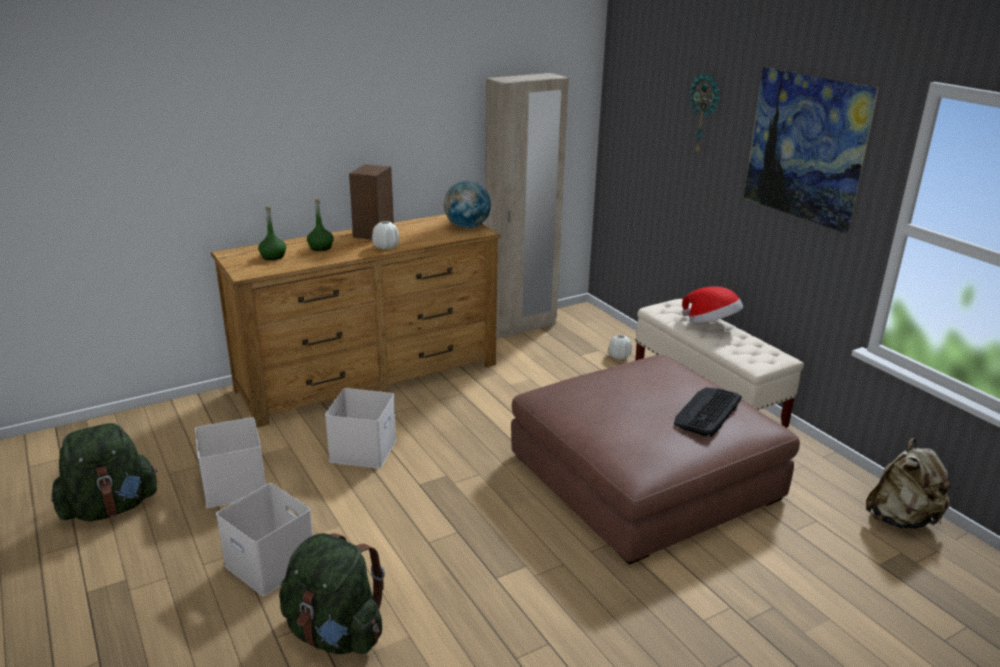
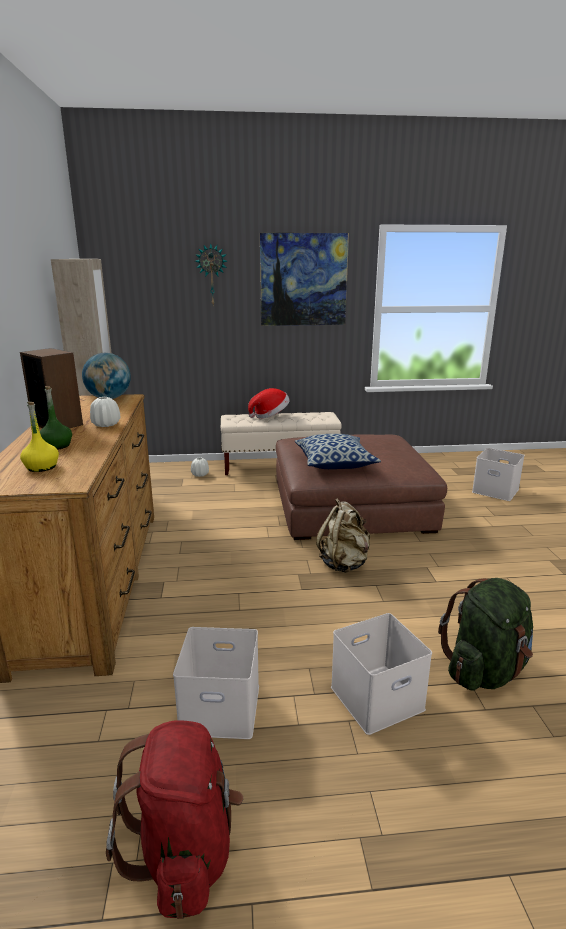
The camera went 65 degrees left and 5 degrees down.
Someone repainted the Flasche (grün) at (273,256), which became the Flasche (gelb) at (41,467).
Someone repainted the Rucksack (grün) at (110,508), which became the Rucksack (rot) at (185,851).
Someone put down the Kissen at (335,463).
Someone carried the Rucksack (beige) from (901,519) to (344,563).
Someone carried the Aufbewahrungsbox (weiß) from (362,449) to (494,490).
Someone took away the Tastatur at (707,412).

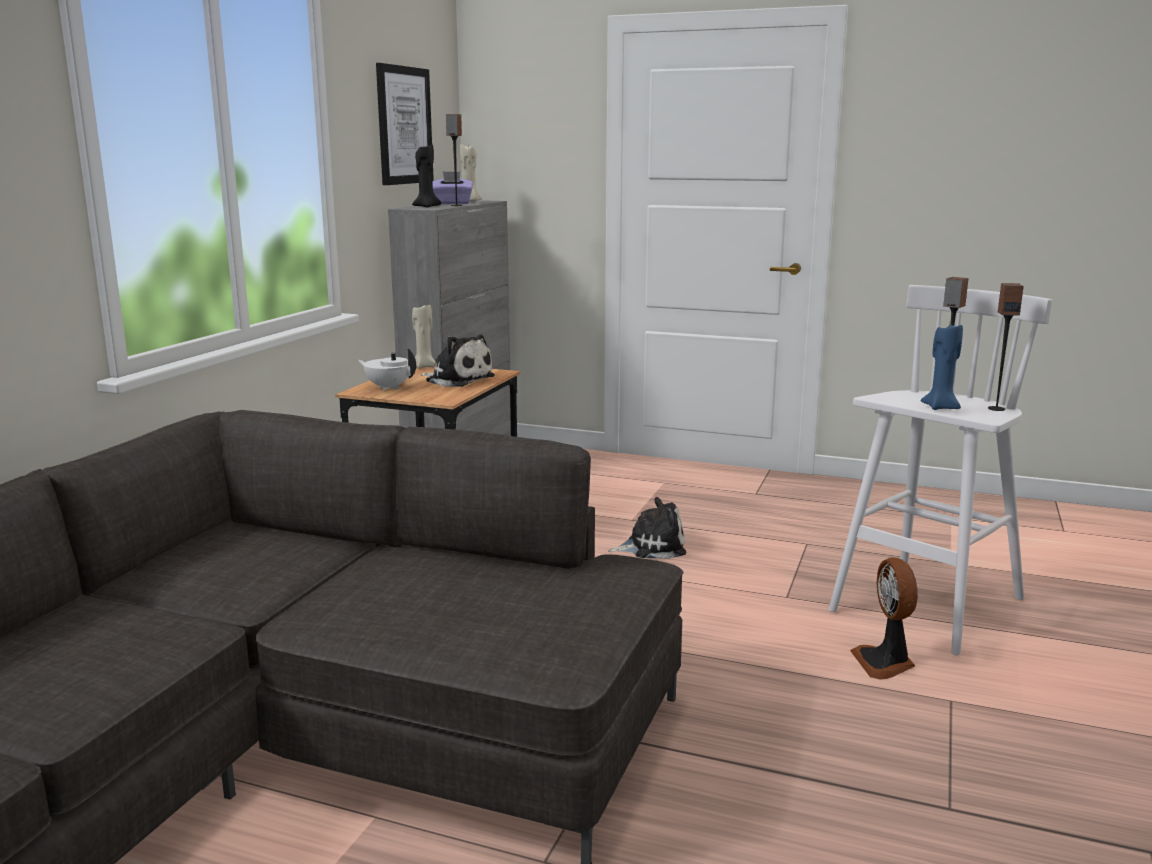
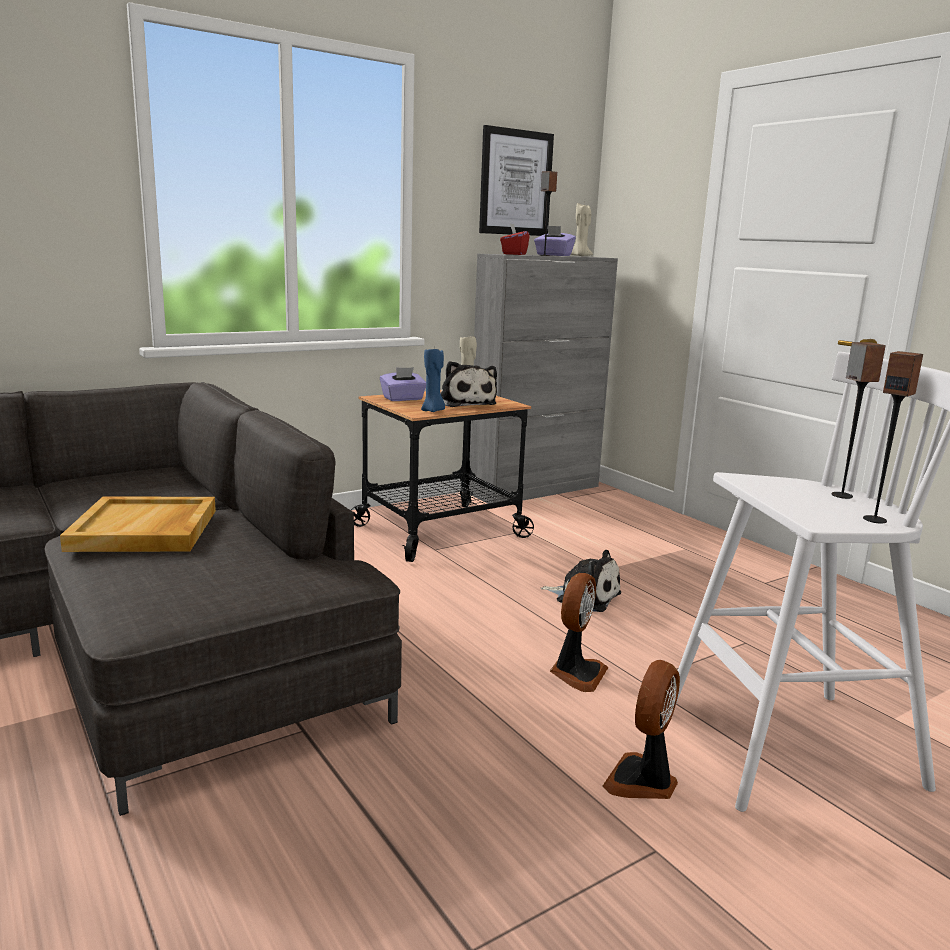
The camera went 35 degrees right and 0 degrees up.
Someone put down the Tablett (beige) at (145,530).
Someone swapped the Teekanne (weiß) at (388,387) for the Taschentuchbox (lila) at (403,399).
Someone carried the Kerze (blau) from (940,407) to (433,411).
Someone swapped the Kerze (schwarz) at (426,207) for the Taschentuchbox (rot) at (514,254).
Someone put down the Ventilator at (576,673).

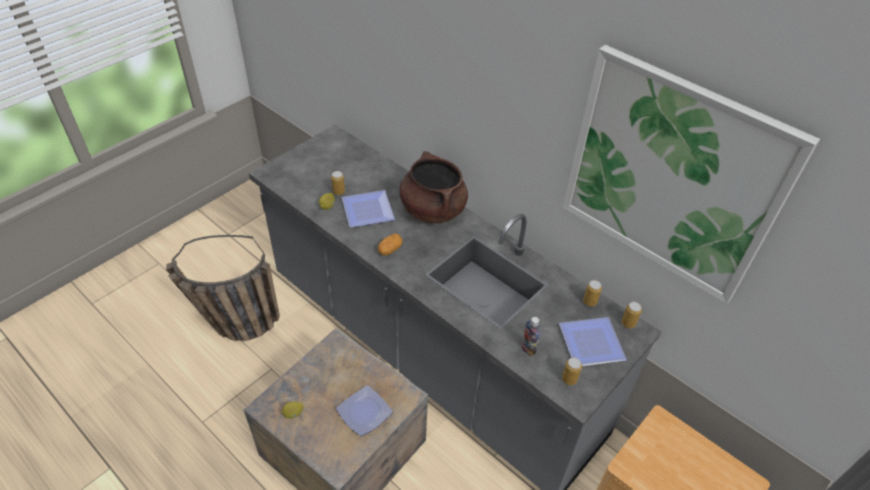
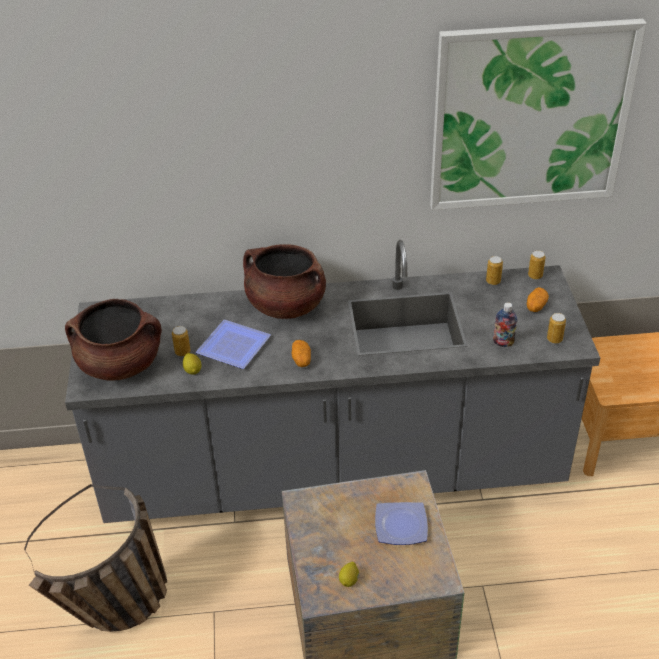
The camera went 45 degrees left and 5 degrees down.
Someone put down the Kochtopf (braun) at (121,364).
Someone swapped the Teller at (593,345) for the Kartoffel at (536,306).

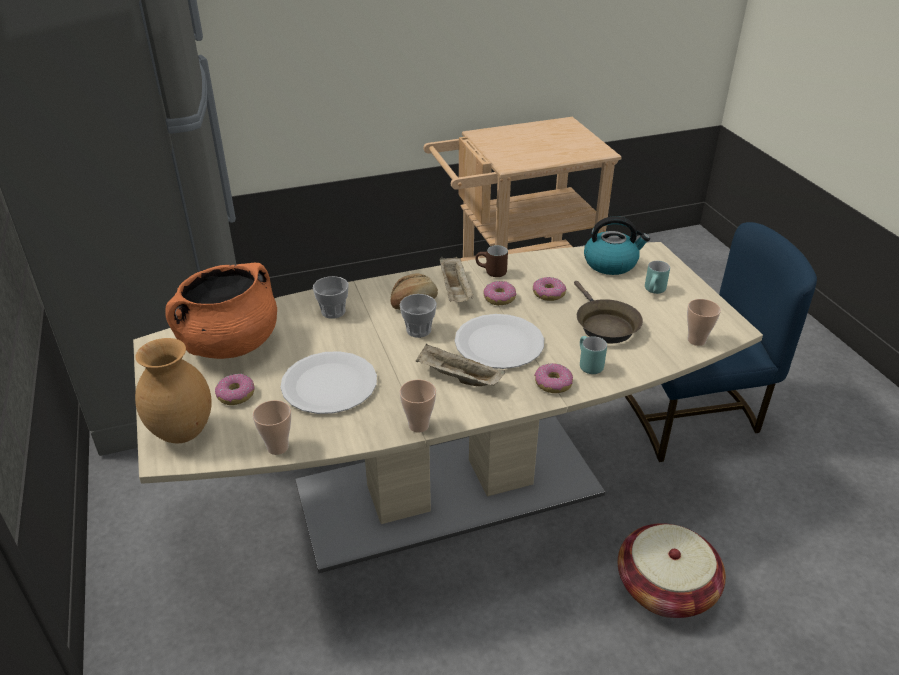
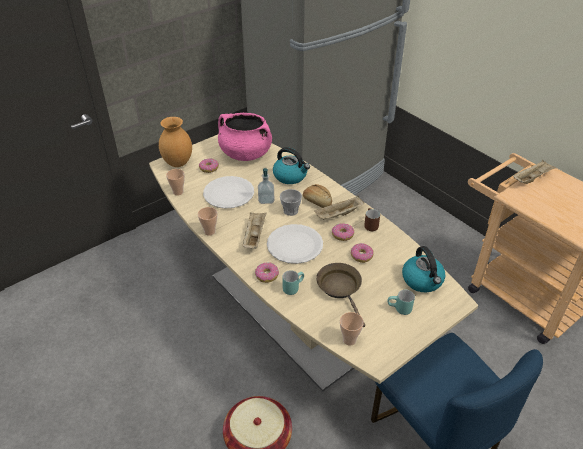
The camera went 70 degrees right and 5 degrees up.
Someone repainted the Kochtopf (orange) at (230,344), which became the Kochtopf (rosa) at (245,154).
Someone put down the Seifenspender at (266,200).
Someone swapped the Tasse at (333,311) for the Wasserkessel at (290,176).
Someone rotated the Pfanne (braun) at (604,325) by 105 degrees clockwise.
Someone put down the Tablett (beige) at (531,178).

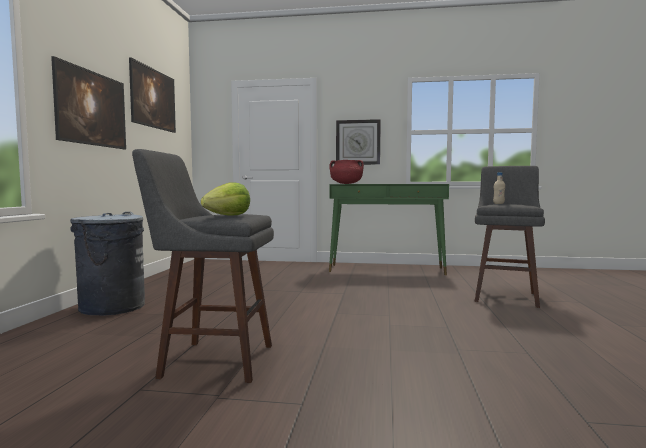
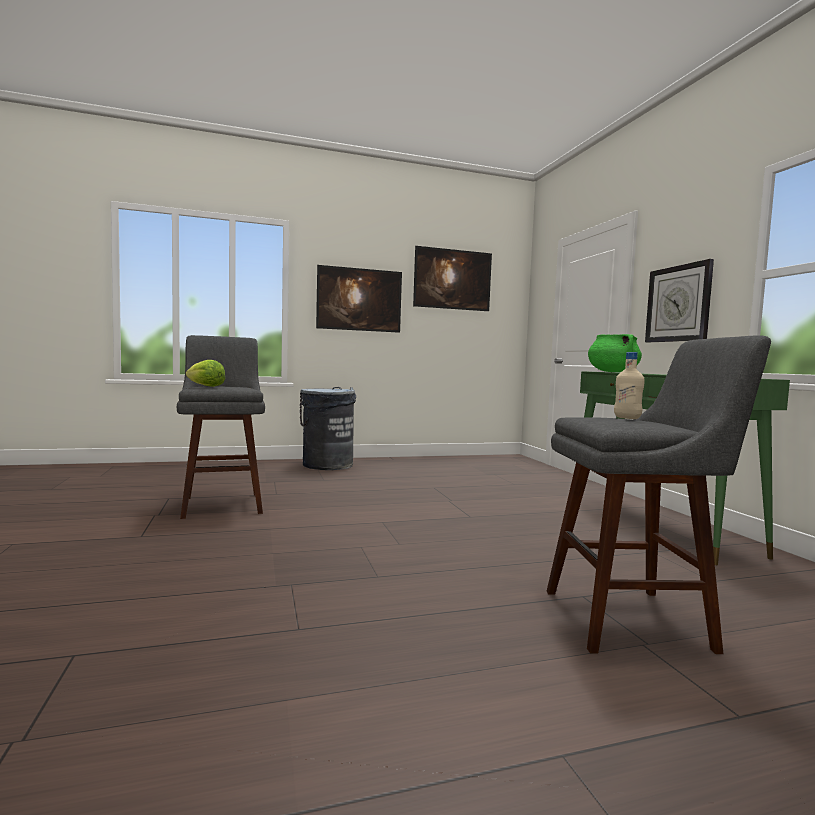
The camera went 65 degrees right and 0 degrees up.
Someone repainted the Kochtopf (rot) at (346,183), which became the Kochtopf (grün) at (612,372).

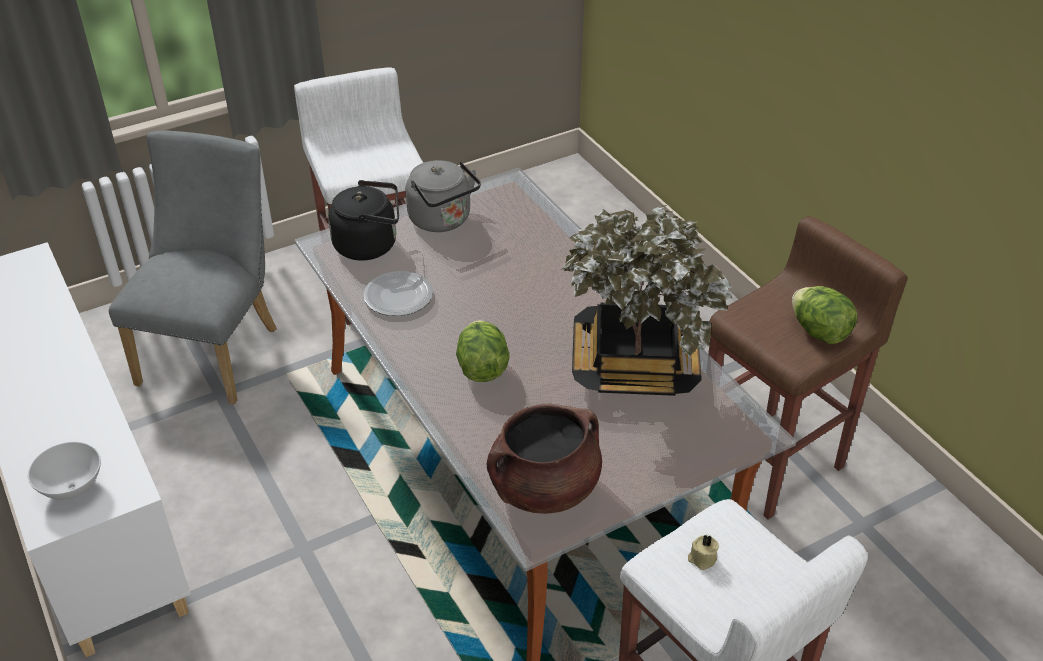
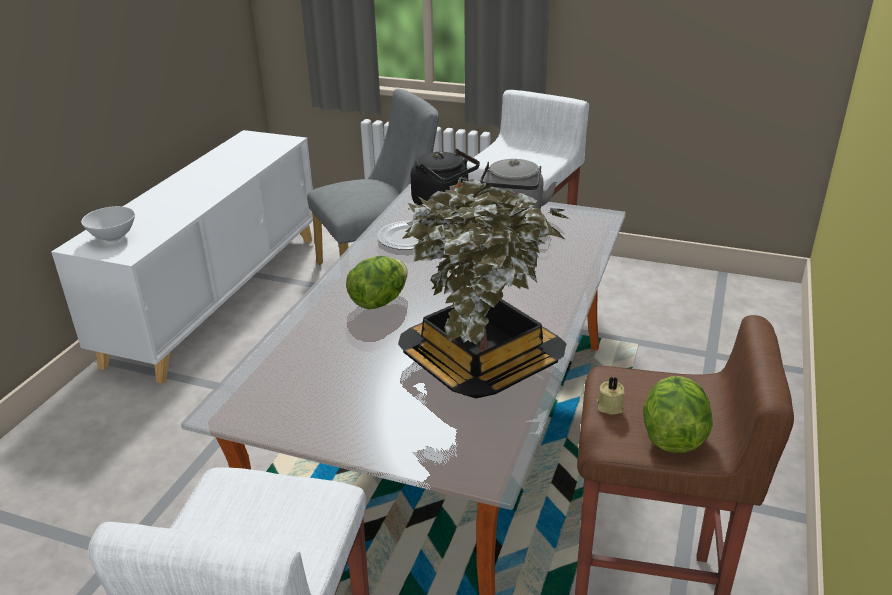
The camera went 50 degrees right and 10 degrees down.
Someone carried the Kerze (beige) from (702,559) to (609,406).
Someone took away the Kochtopf (braun) at (544,489).

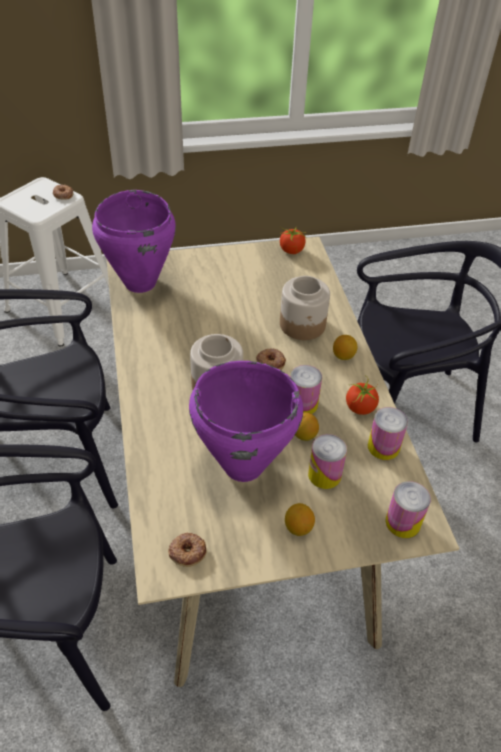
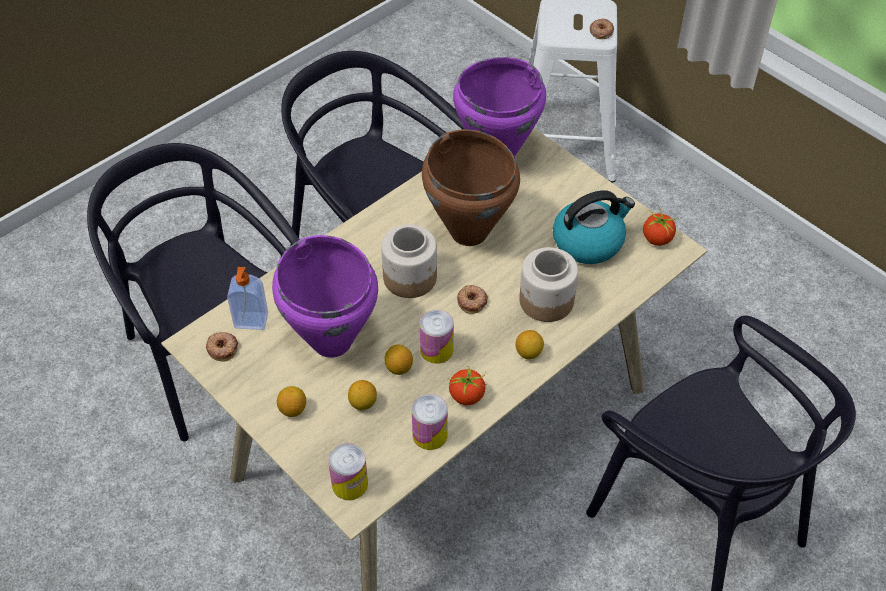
The camera went 60 degrees right and 5 degrees up.
Someone put down the Seifenspender at (251,321).
Someone swapped the Dose at (324,475) for the Zitrone at (363,403).
Someone put down the Kochtopf (braun) at (469,231).
Someone put down the Wasserkessel at (589,241).

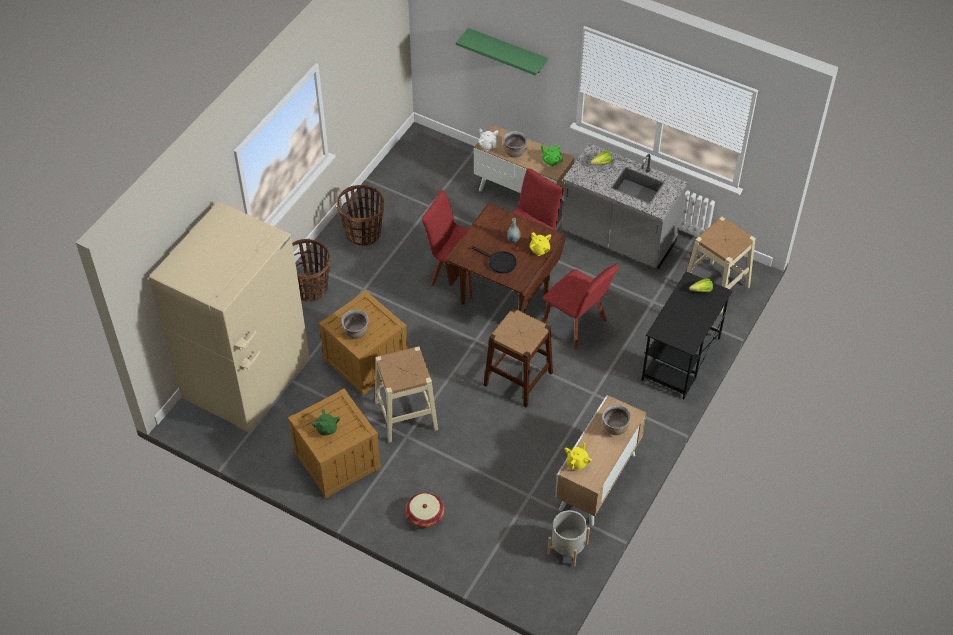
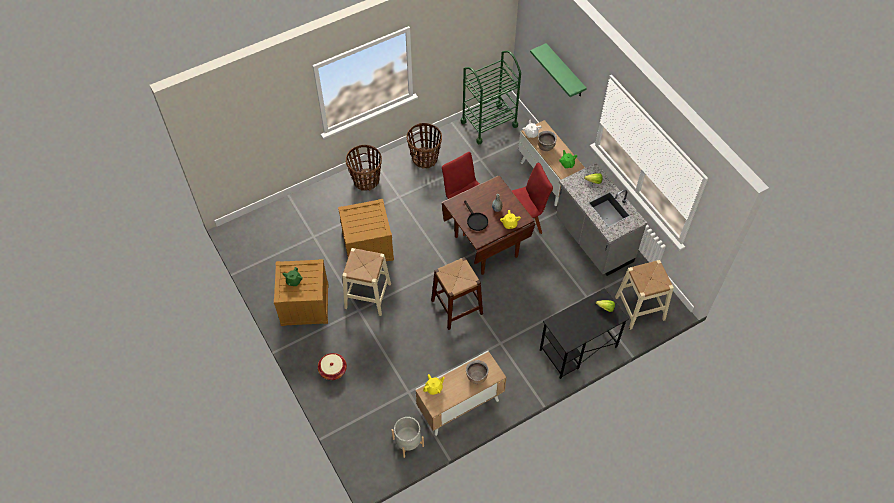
The camera went 30 degrees right and 5 degrees up.
Someone put down the Rollwagen (grün) at (489,123).
Someone took away the Kühlschrank (beige) at (247,381).
Someone took away the Kochtopf (braun) at (356,332).
Someone took away the Stuhl (rot) at (576,325).

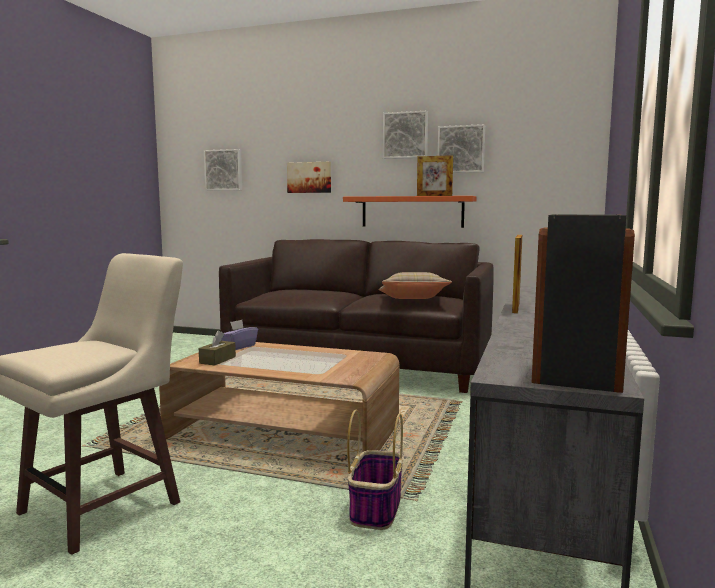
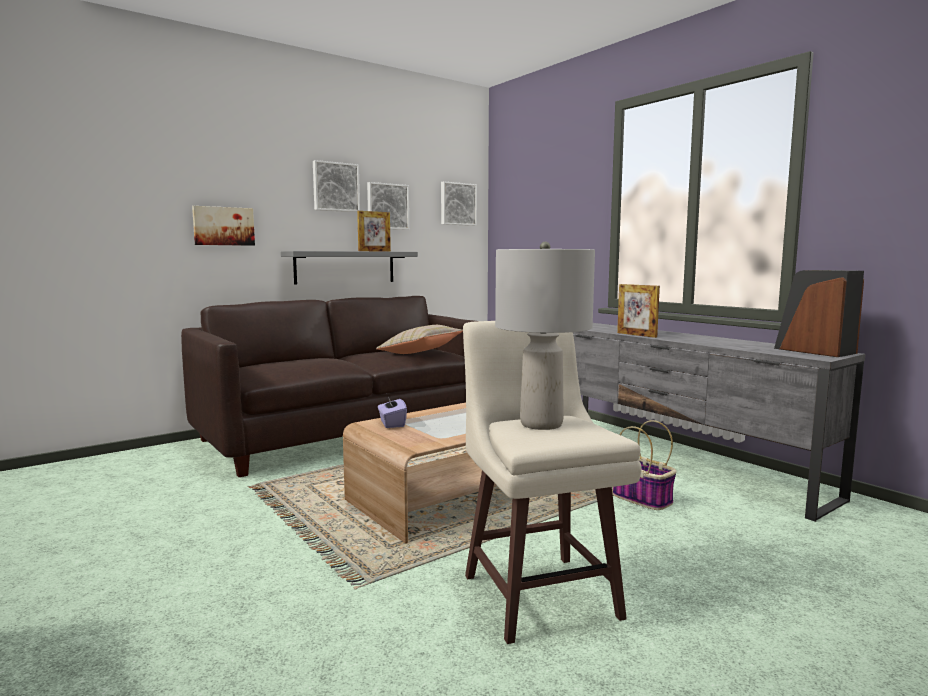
The camera went 55 degrees left and 0 degrees up.
Someone repainted the Wandregal (orange) at (412,211), which became the Wandregal (grau) at (345,267).
Someone carried the Bild from (224,170) to (457,204).
Someone put down the Tischlampe (grau) at (540,424).
Someone took away the Taschentuchbox (braun) at (217,360).

